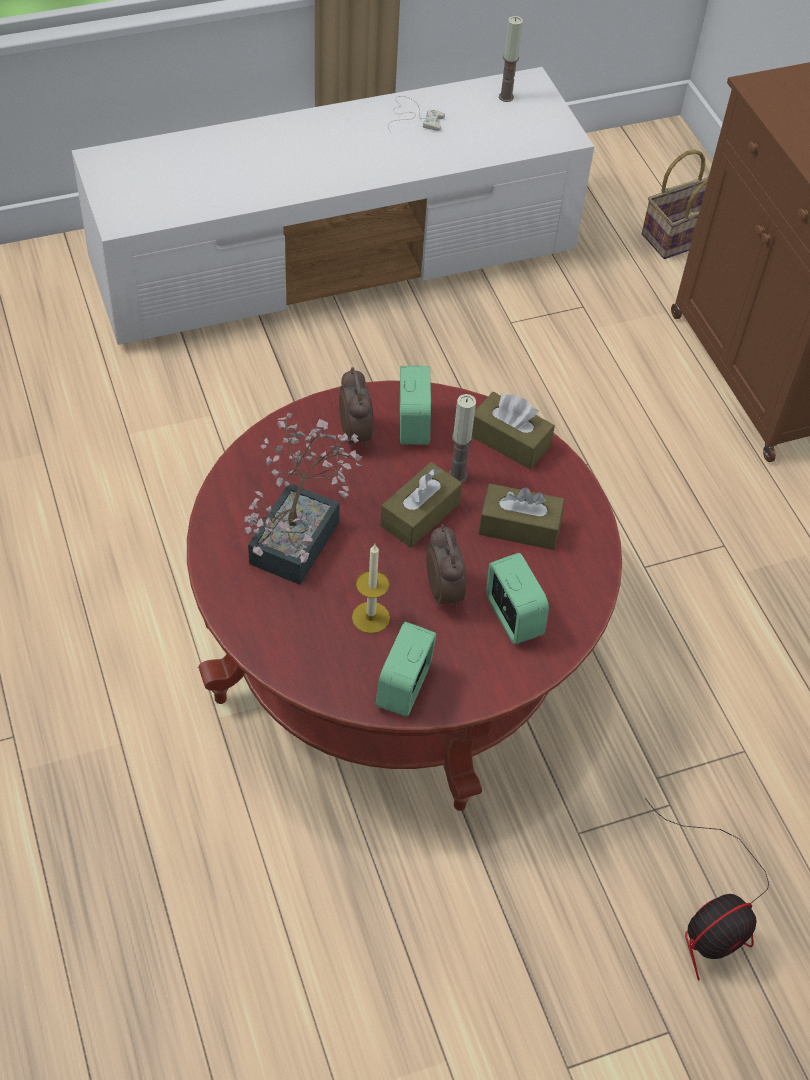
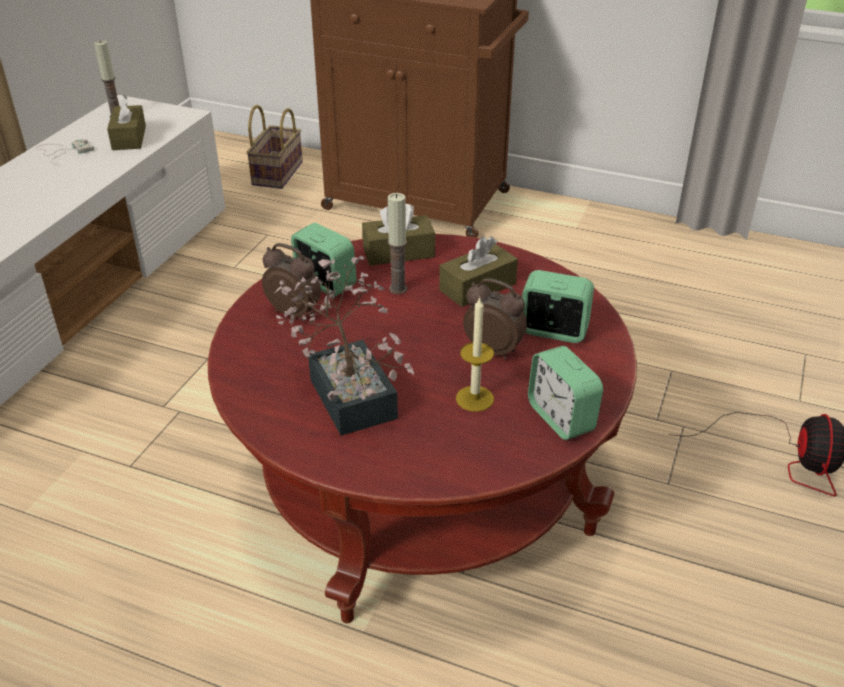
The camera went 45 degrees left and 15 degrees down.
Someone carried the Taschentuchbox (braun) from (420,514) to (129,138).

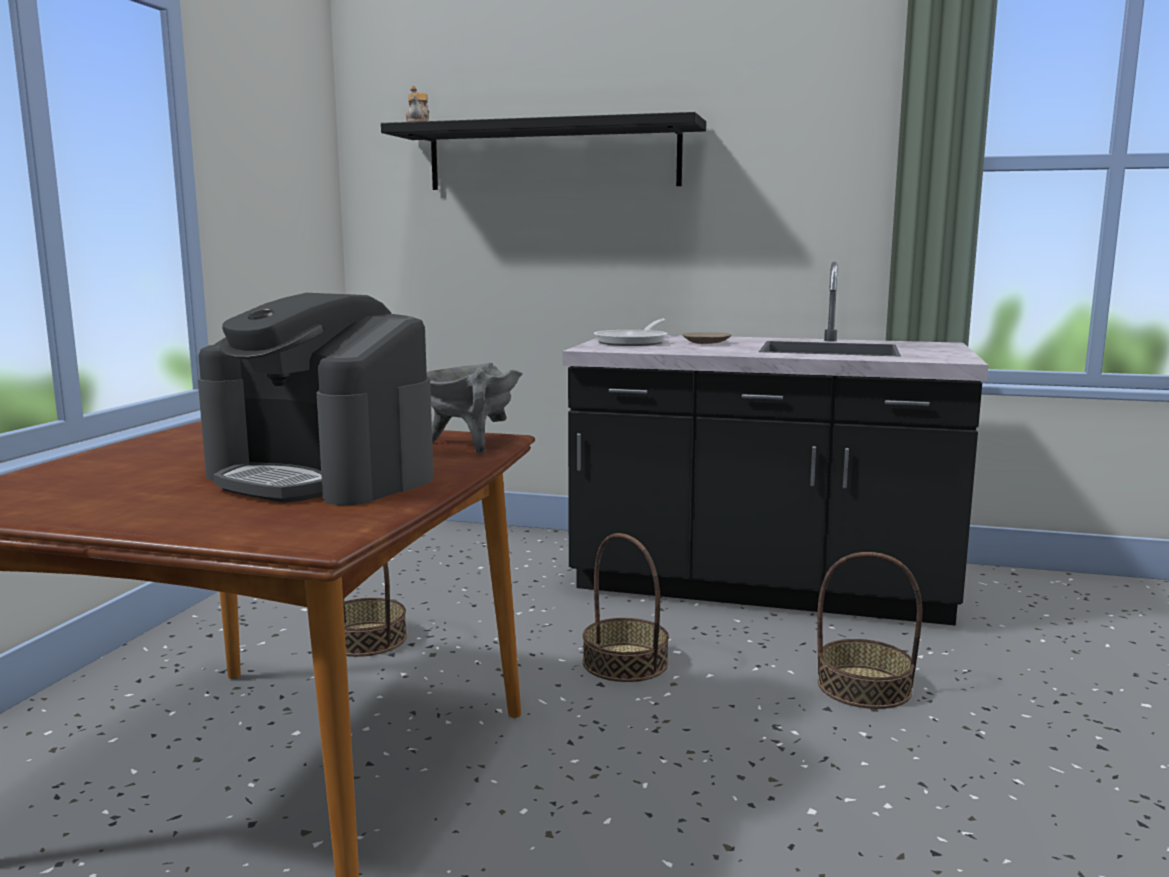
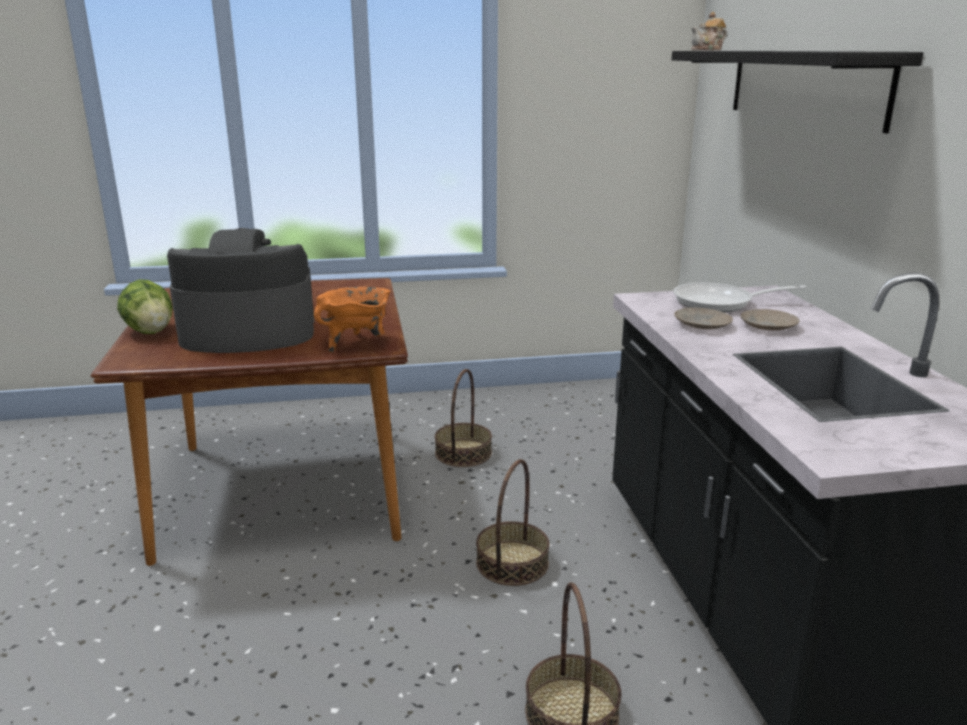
The camera went 65 degrees right and 10 degrees up.
Someone put down the Salatkopf at (150,331).
Someone rotated the Kaffeemaschine at (323,477) by 75 degrees clockwise.
Someone repainted the Kochtopf (grau) at (469,444), which became the Kochtopf (orange) at (356,344).
Someone put down the Teller (beige) at (701,324).

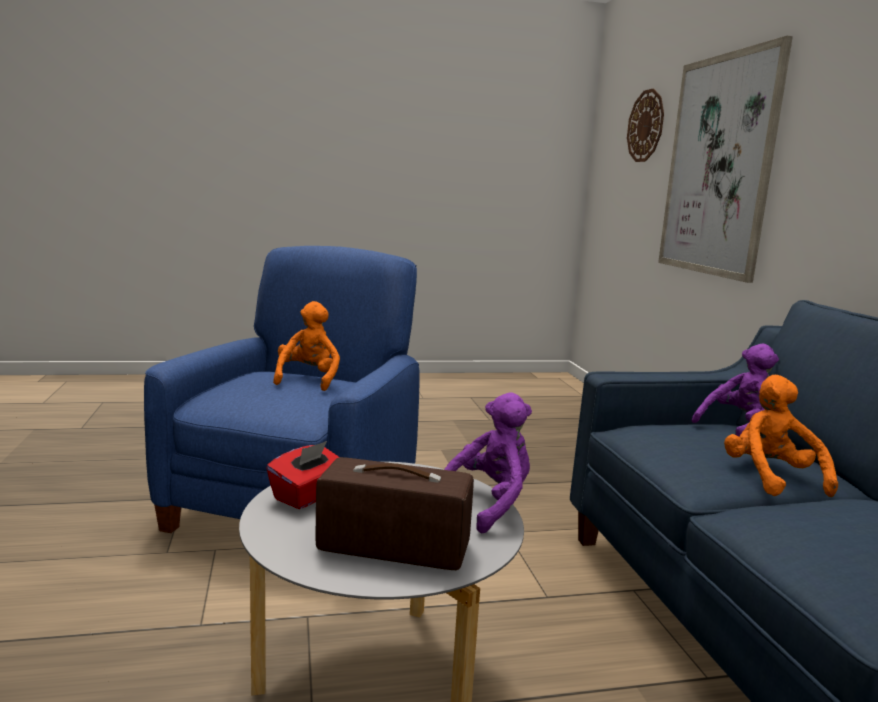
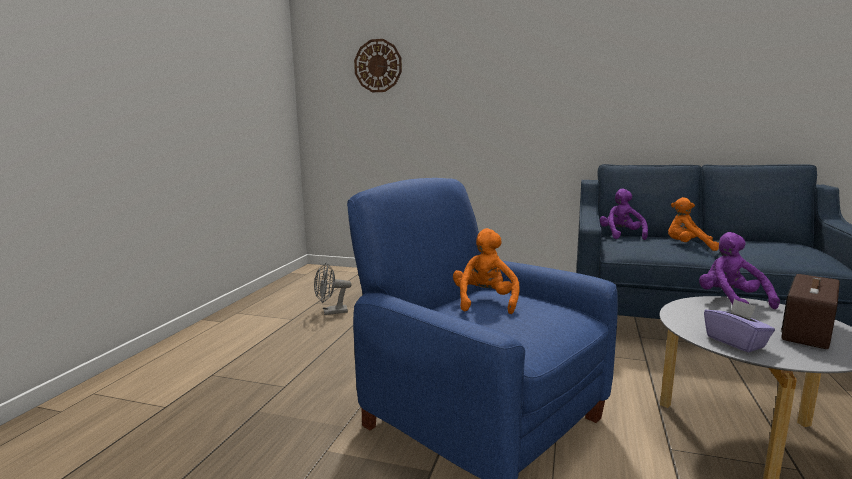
The camera went 60 degrees left and 0 degrees up.
Someone put down the Ventilator (grau) at (331,312).
Someone rotated the Plüschtier (orange) at (308,379) by 60 degrees clockwise.
Someone repainted the Taschentuchbox (rot) at (309,496), which became the Taschentuchbox (lila) at (735,342).
Someone took away the Bild at (718,166).

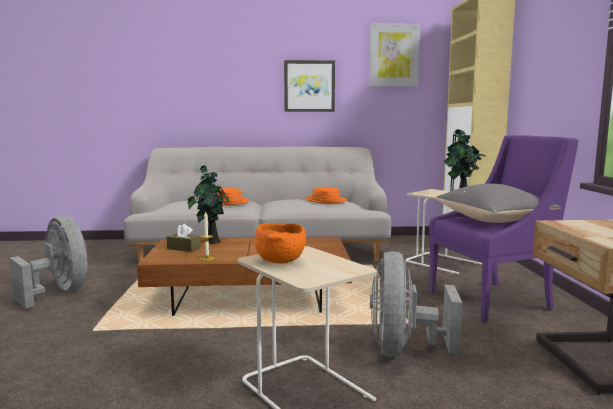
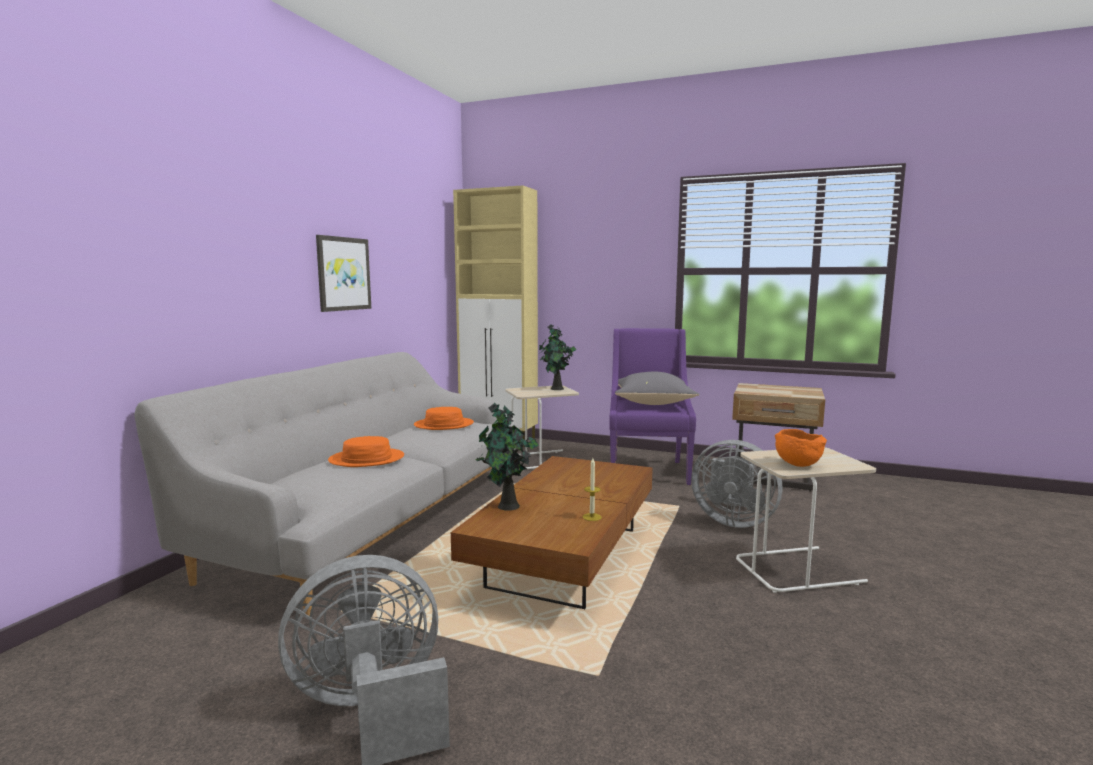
The camera went 65 degrees left and 0 degrees up.
Someone took away the Taschentuchbox (braun) at (183,248).
Someone took away the Bild at (393,55).

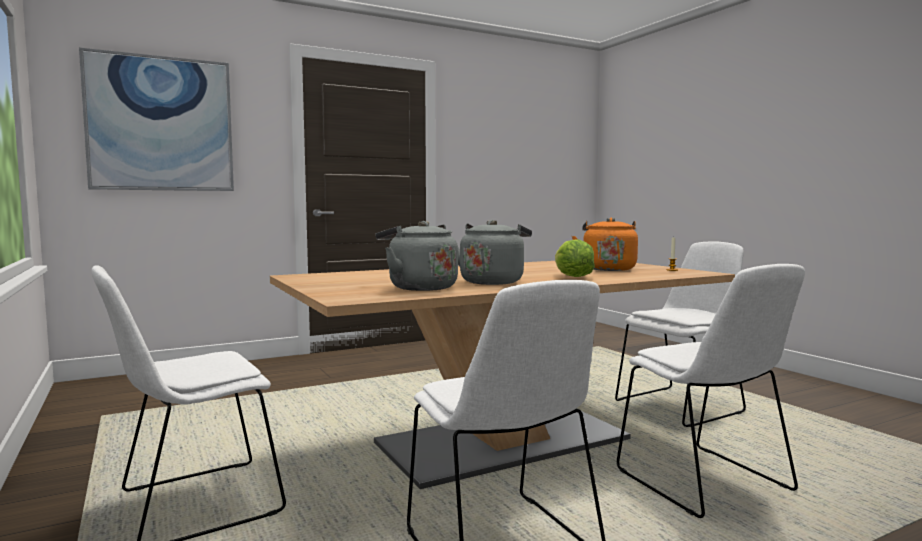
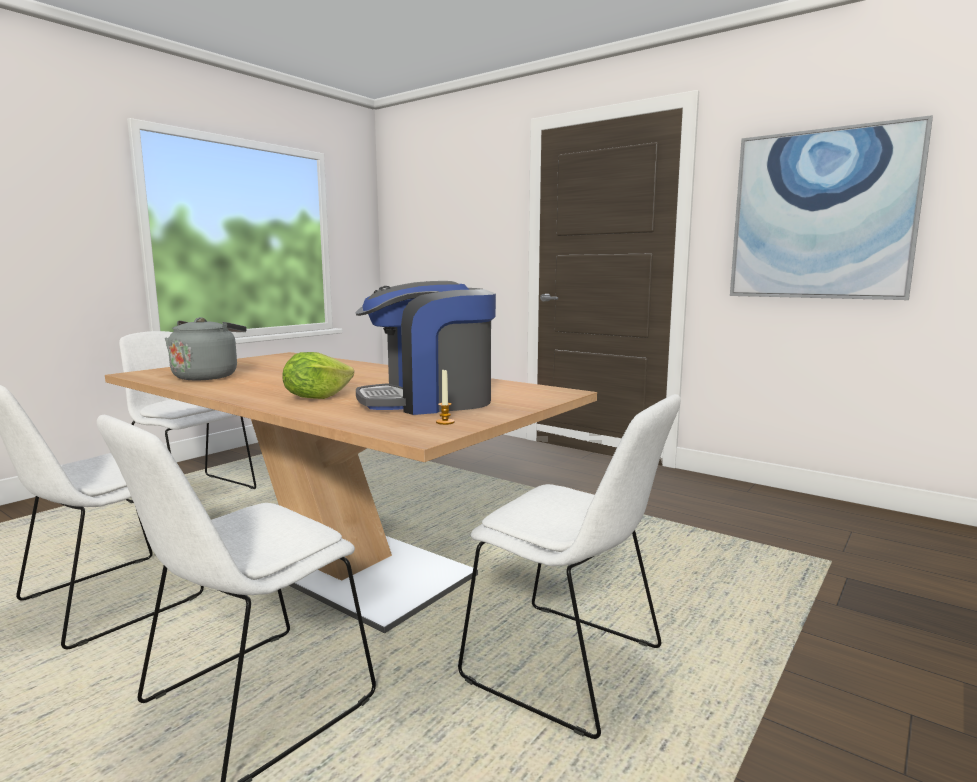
The camera went 65 degrees right and 5 degrees up.
Someone swapped the Wasserkessel (orange) at (608,269) for the Kaffeemaschine at (429,401).
Someone carried the Bild from (161,124) to (821,215).
Someone took away the Wasserkessel (grau) at (492,282).

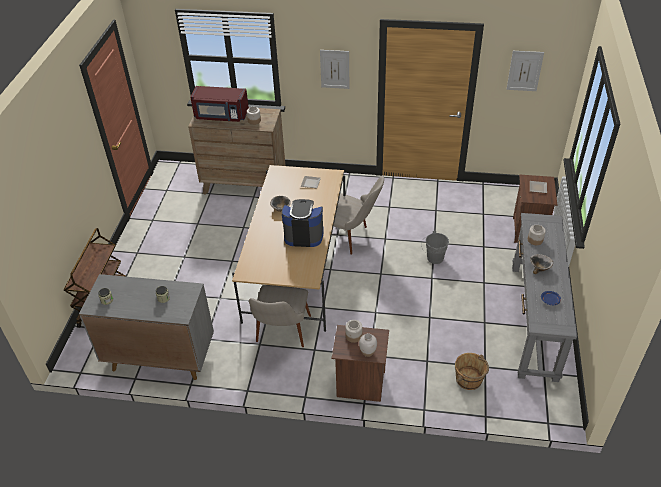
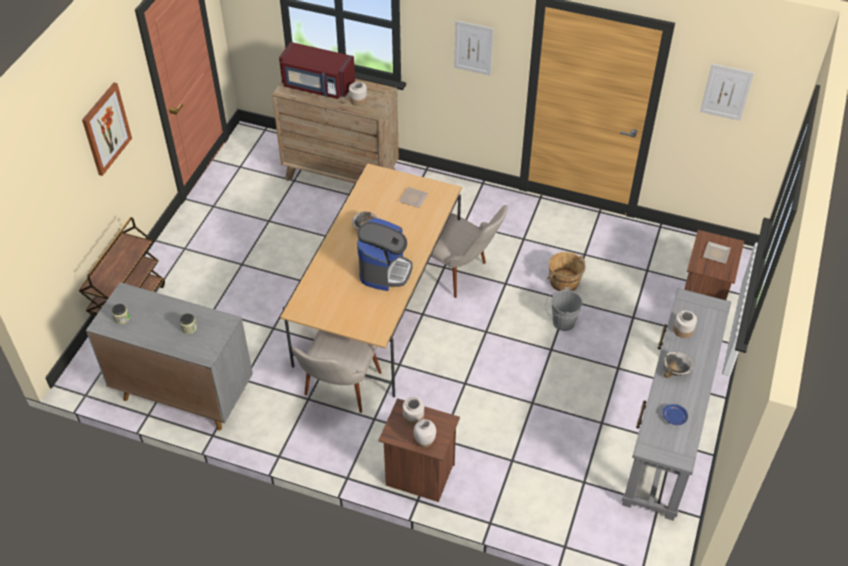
The camera went 10 degrees right and 5 degrees up.
Someone put up the Bild at (106,129).
Someone rotated the Kaffeemaschine at (303,235) by 90 degrees clockwise.
Someone carried the Eimer (braun) from (469,379) to (564,282).

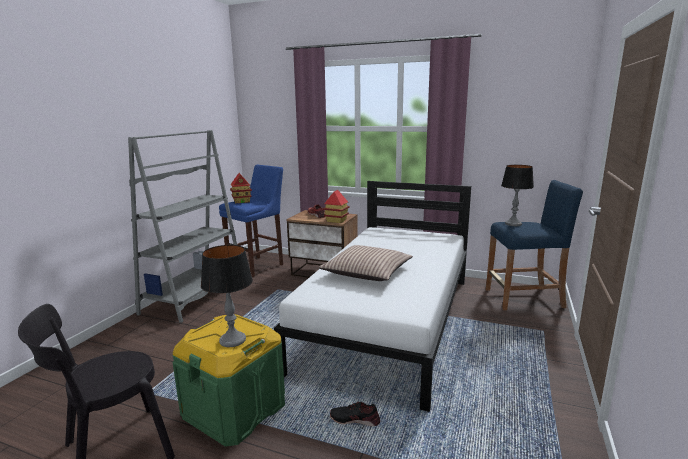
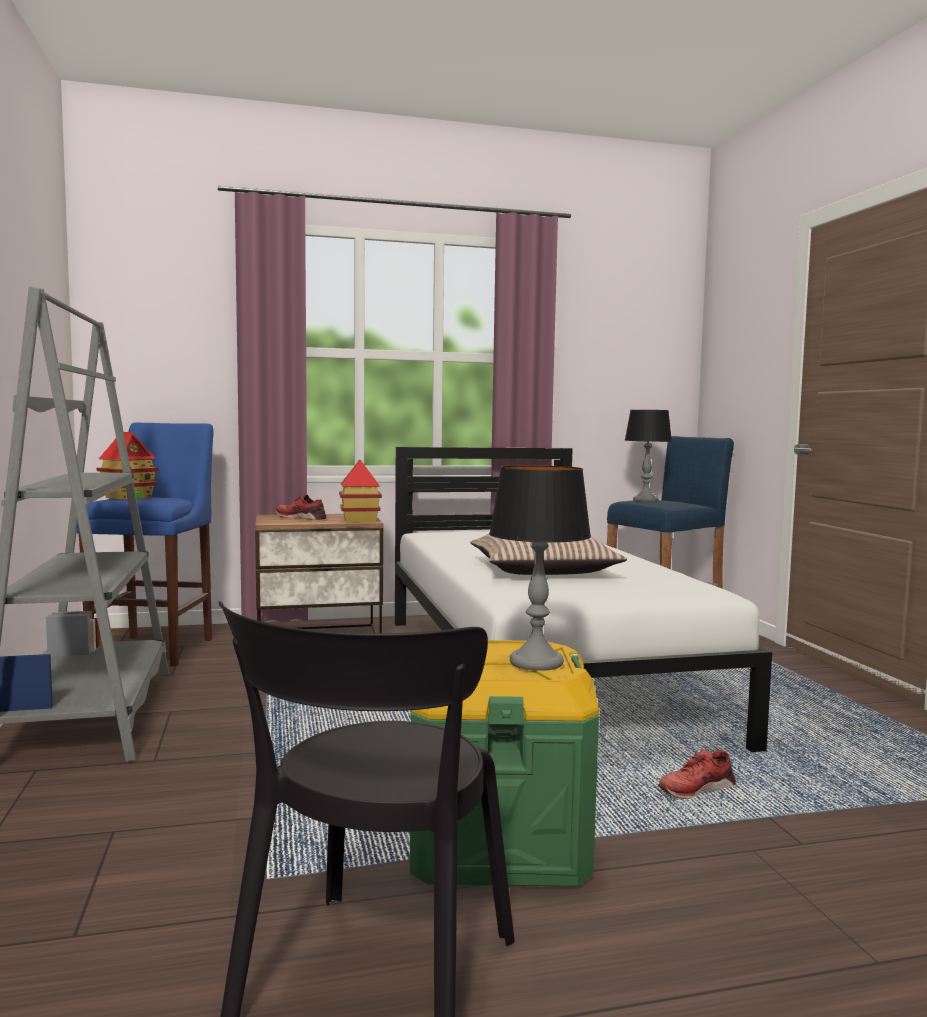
The camera went 35 degrees left and 10 degrees down.
Someone repainted the Schuh (schwarz) at (355,419), which became the Schuh (rot) at (696,788).

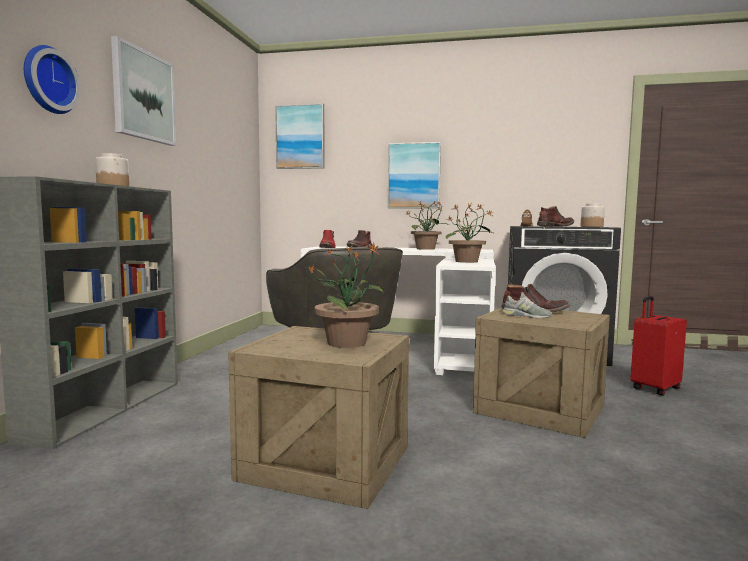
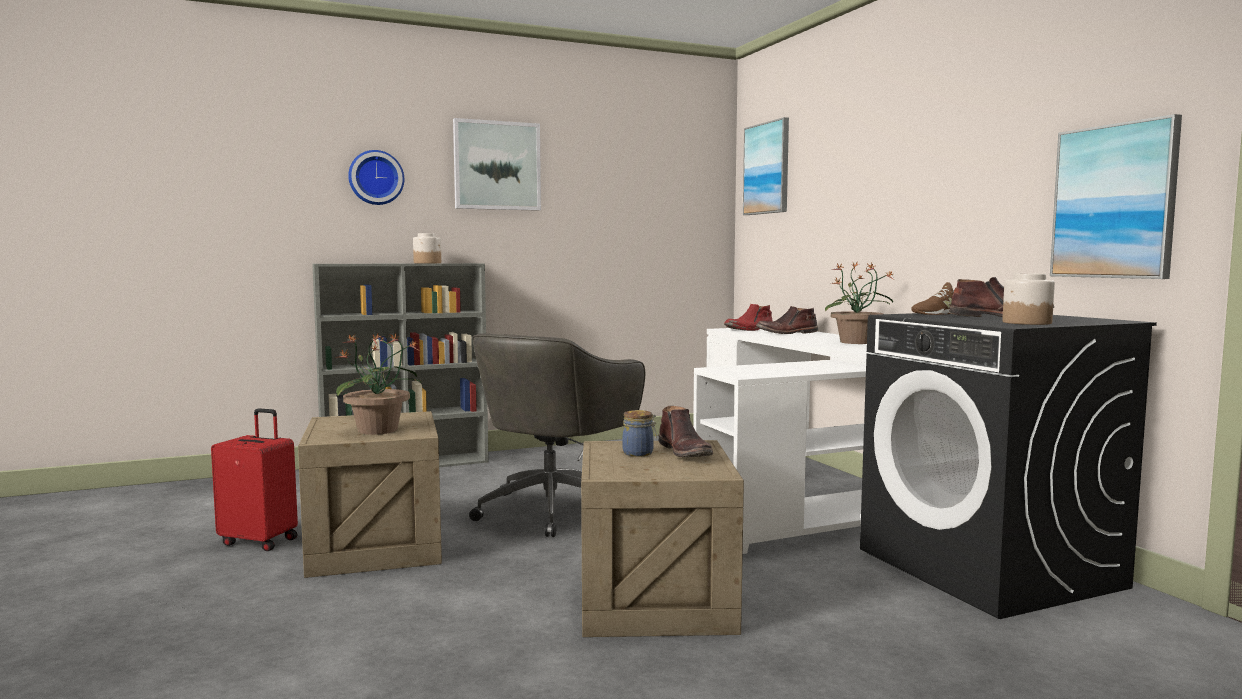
The camera went 55 degrees right and 0 degrees up.
Someone carried the Koffer (rot) from (654,388) to (260,541).
Someone swapped the Schuh (grau) at (526,316) for the Vorratsglas at (639,453).
Someone carried the Bild from (414,176) to (1114,201).
Someone took away the Topfpflanze at (467,261).

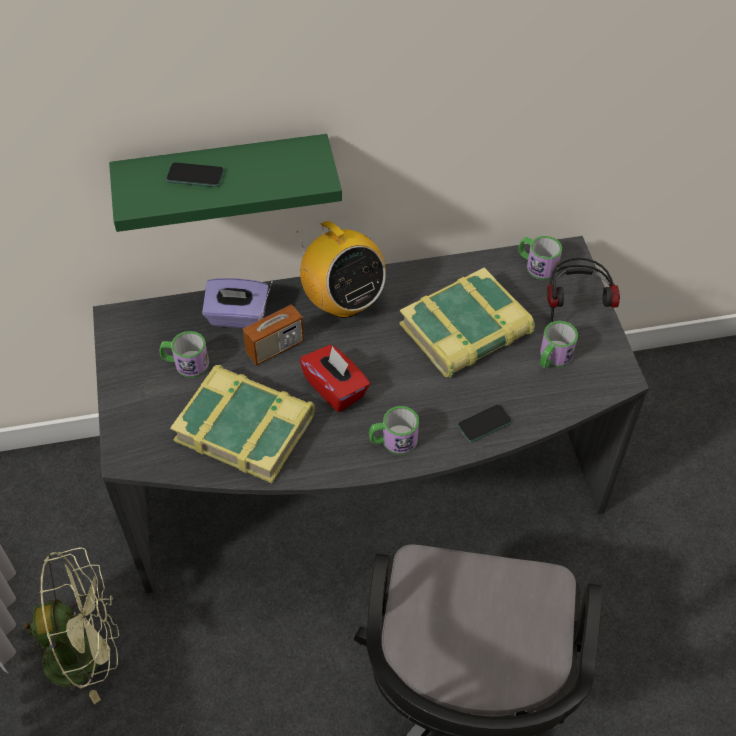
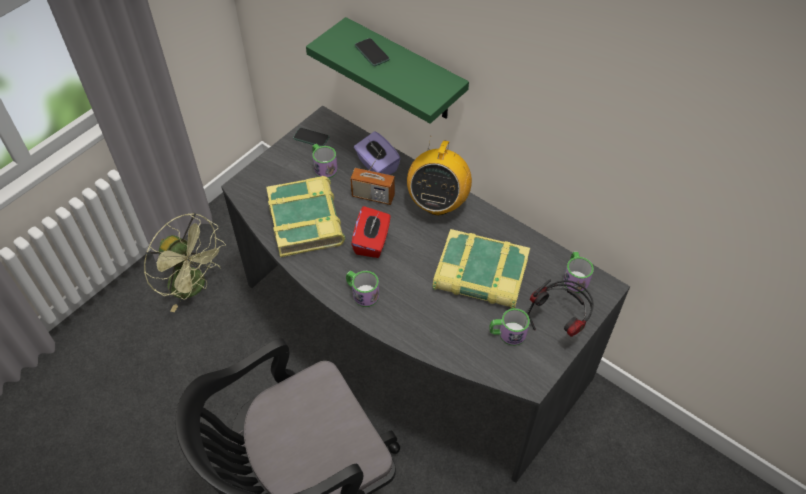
The camera went 50 degrees right and 0 degrees up.
Someone carried the Handy from (484,424) to (311,138).

